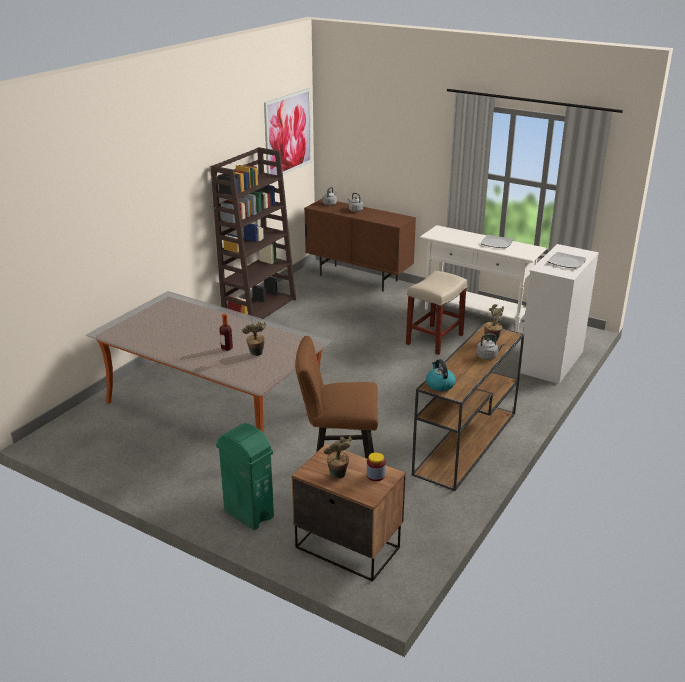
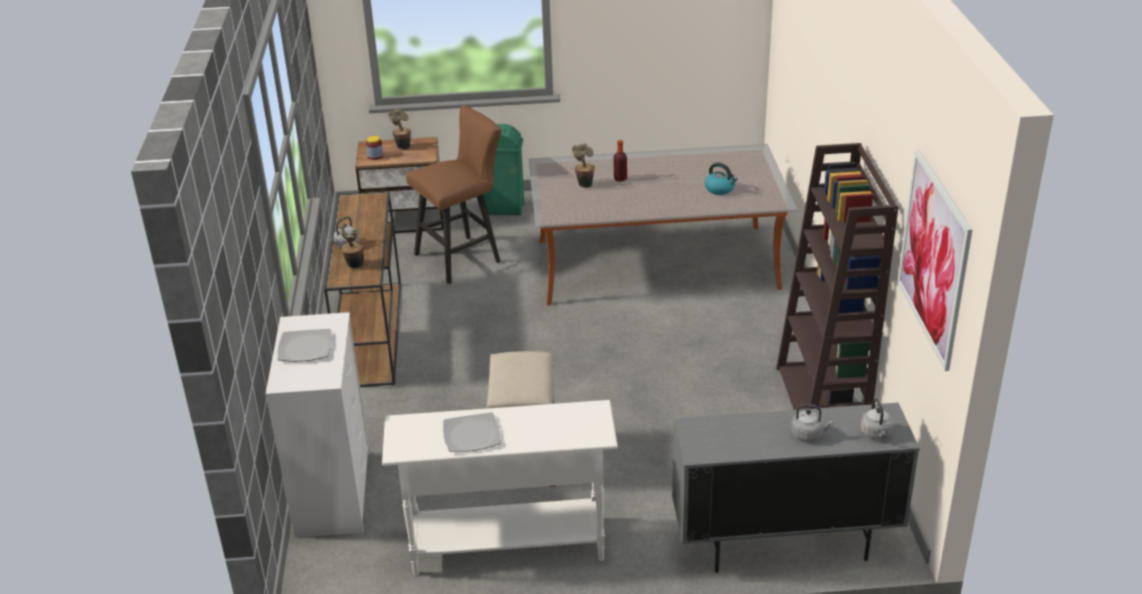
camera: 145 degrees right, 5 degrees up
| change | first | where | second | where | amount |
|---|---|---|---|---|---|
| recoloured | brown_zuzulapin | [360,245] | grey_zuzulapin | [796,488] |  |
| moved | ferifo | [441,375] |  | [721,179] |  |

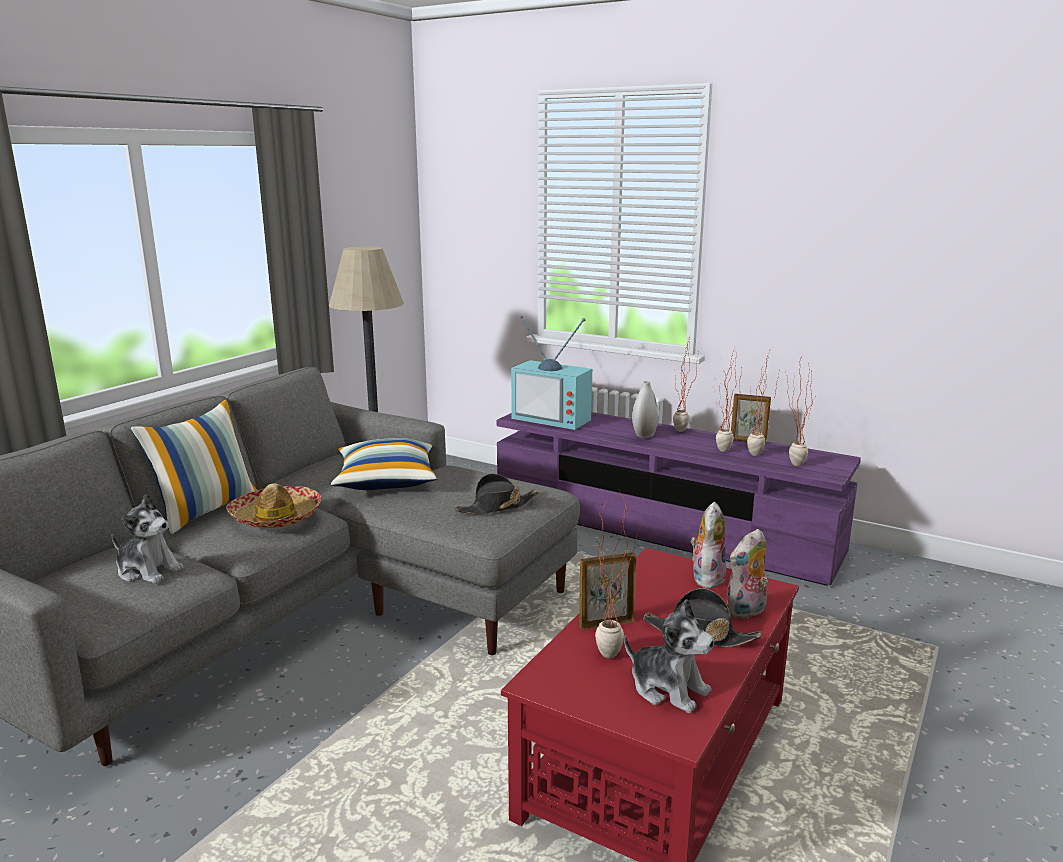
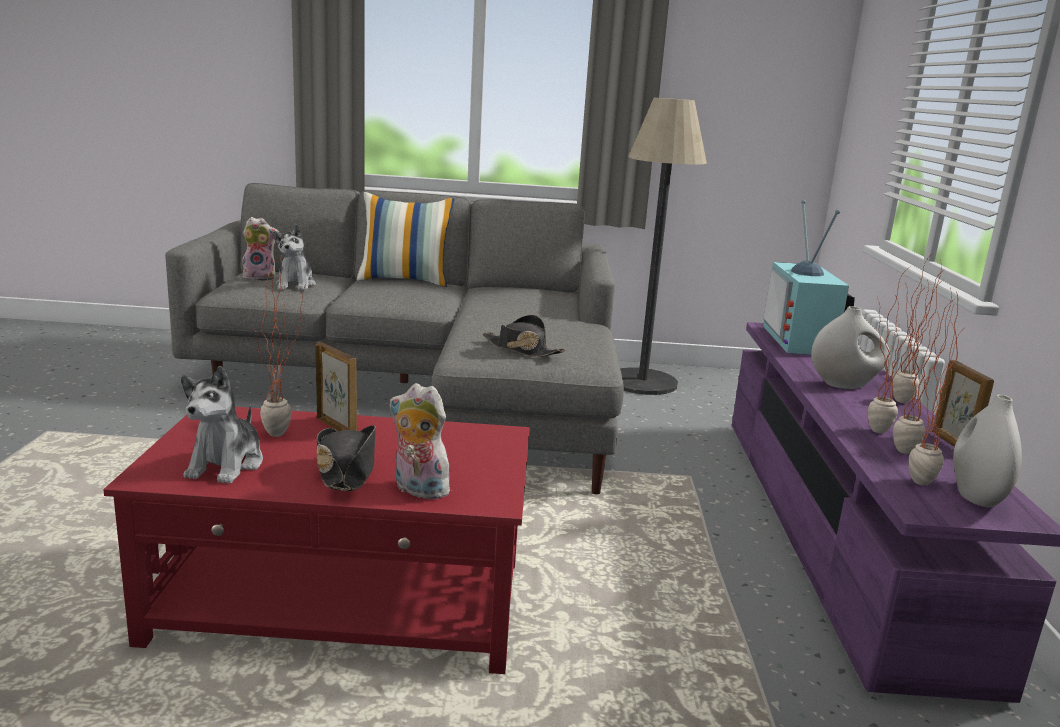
camera: 60 degrees right, 0 degrees up
| change | first | where | second | where | amount |
|---|---|---|---|---|---|
| moved | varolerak | [708,545] |  | [260,249] |  |
| added |  |  | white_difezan | [987,450] |  |
| removed | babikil | [274,505] |  |  |  |
| removed | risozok | [383,464] |  |  |  |

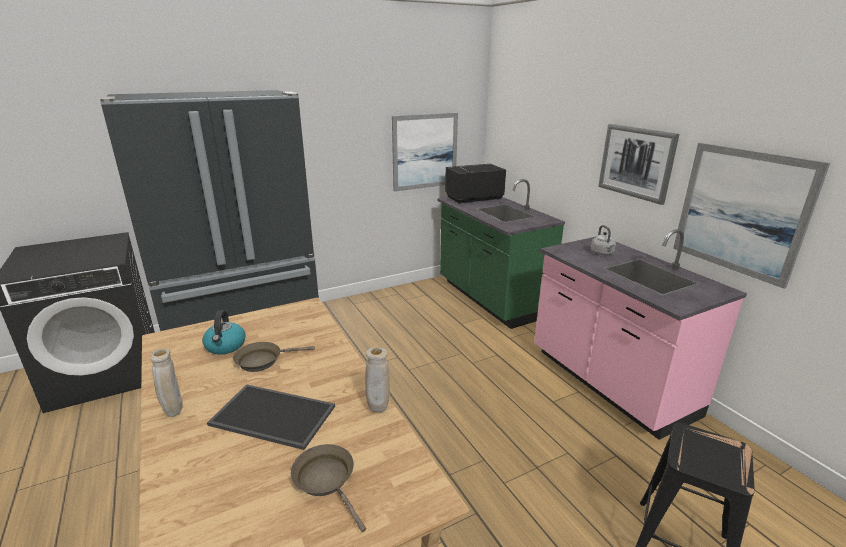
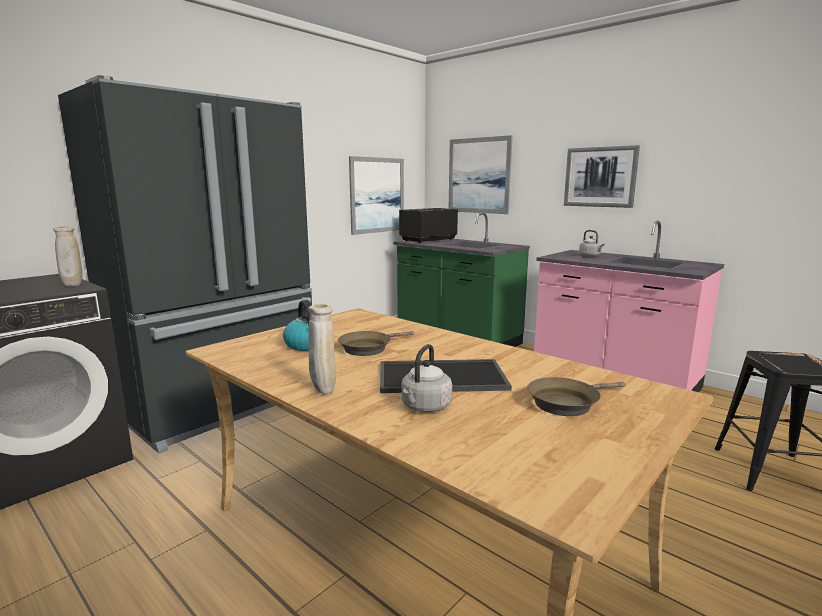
camera: 20 degrees left, 10 degrees down
| change | first | where | second | where | amount |
|---|---|---|---|---|---|
| moved | beige_difezan | [377,380] |  | [68,257] |  |
| added |  |  | grey_ferifo | [427,378] |  |
| moved | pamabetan | [751,216] |  | [481,174] |  |
| turned | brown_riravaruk | [328,488] |  | [576,396] | 60 degrees counterclockwise |

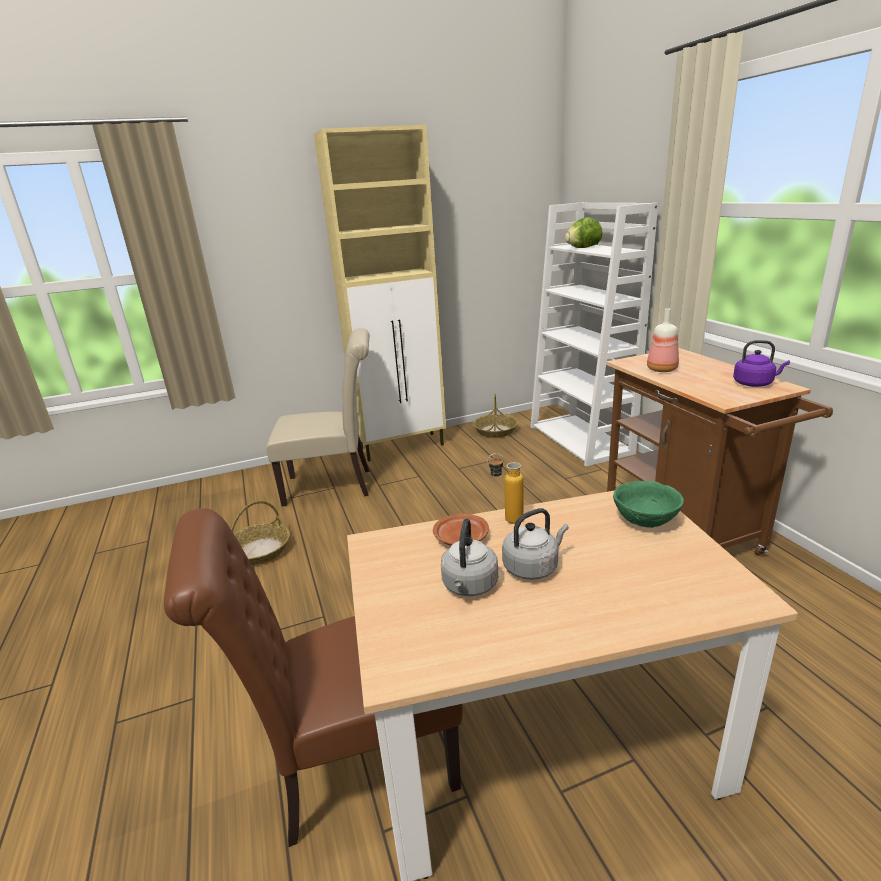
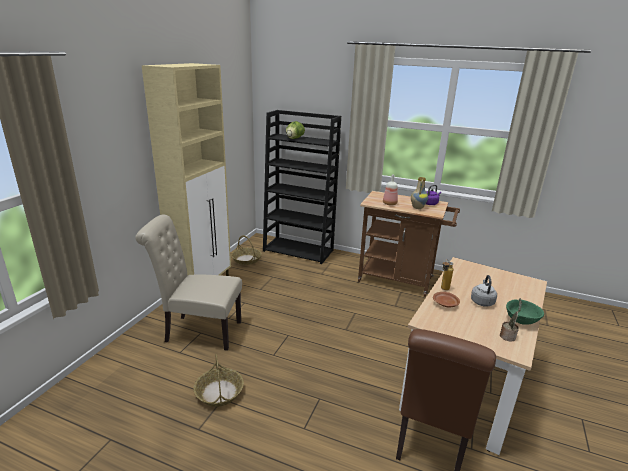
camera: 50 degrees left, 0 degrees up
| change | first | where | second | where | amount |
|---|---|---|---|---|---|
| turned | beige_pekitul | [318,417] |  | [188,283] | 120 degrees counterclockwise |
| recoloured | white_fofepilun | [594,334] | black_fofepilun | [302,187] |  |
| added |  |  | difezan | [419,193] |  |
| added |  |  | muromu | [511,320] |  |
| moved | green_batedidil | [648,504] |  | [525,312] |  |
| removed | grey_ferifo | [469,557] |  |  |  |

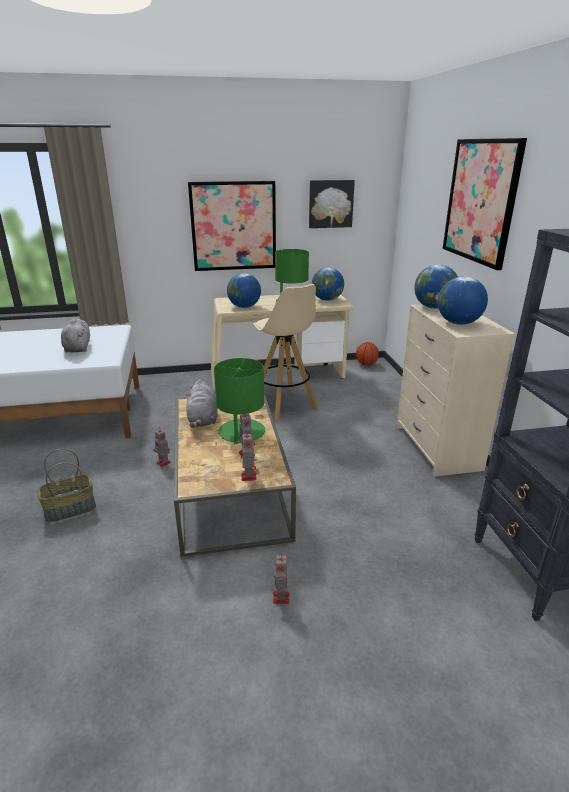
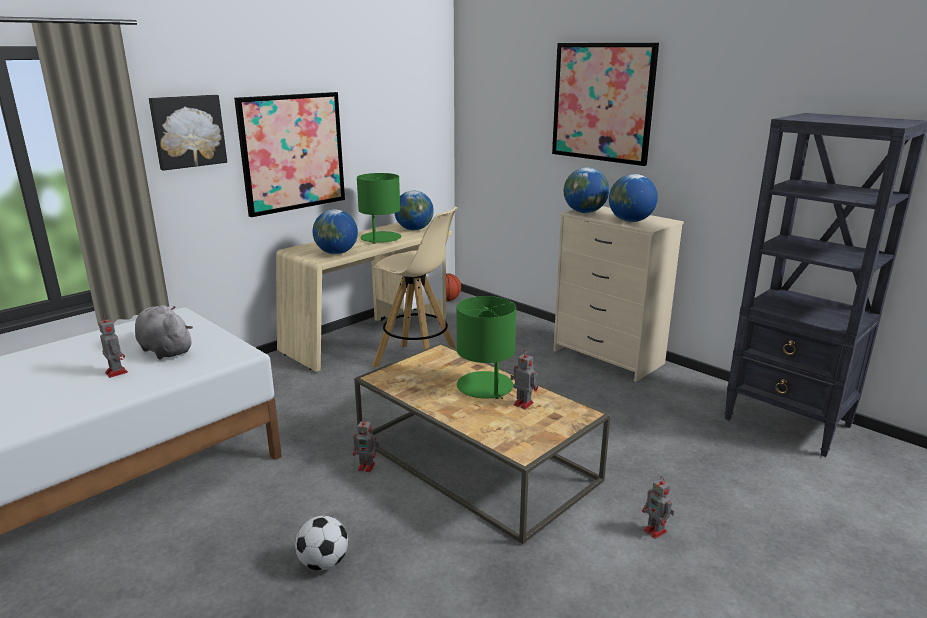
camera: 35 degrees left, 5 degrees down
| change | first | where | second | where | amount |
|---|---|---|---|---|---|
| moved | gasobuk | [249,457] |  | [113,346] |  |
| moved | pamabetan | [332,204] |  | [188,133] |  |
| replaced | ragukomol | [66,485] | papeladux | [321,543] |  |
| removed | grey_varolerak | [201,403] |  |  |  |

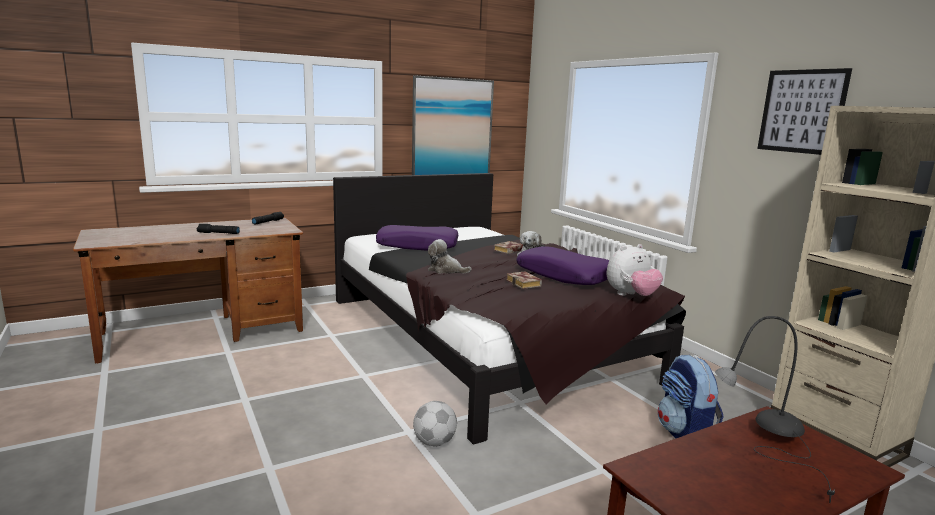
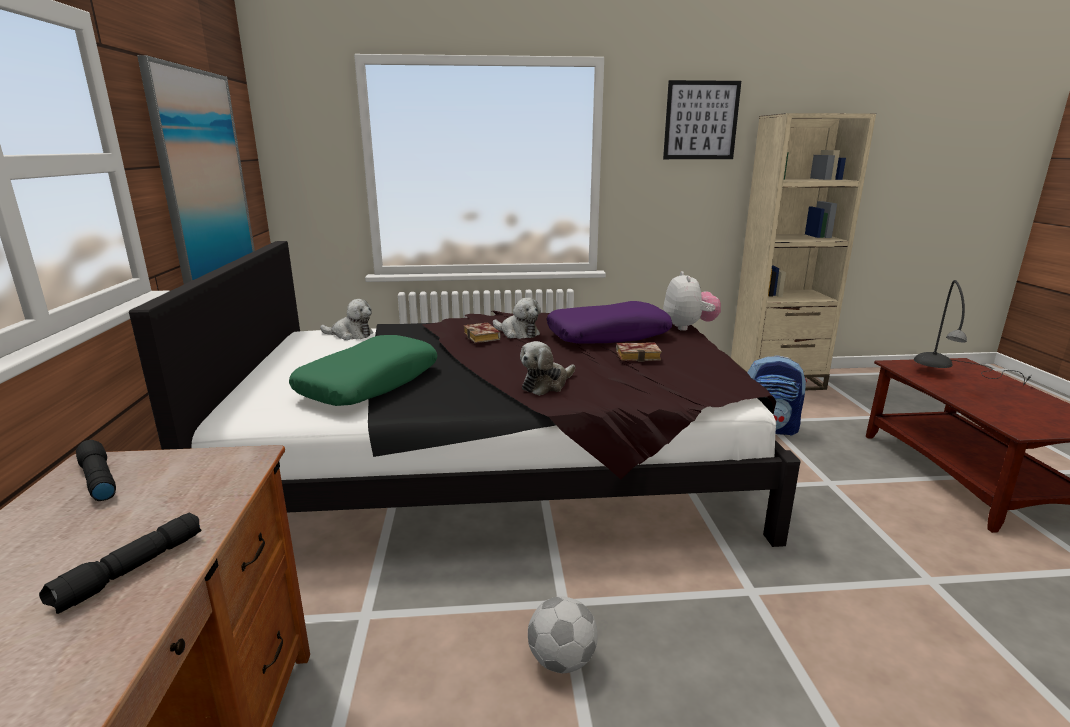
camera: 65 degrees left, 5 degrees up
| change | first | where | second | where | amount |
|---|---|---|---|---|---|
| recoloured | purple_risozok | [417,238] | green_risozok | [363,370] |  |
| added |  |  | varolerak | [346,319] |  |
| moved | papeladux | [435,424] |  | [562,634] |  |

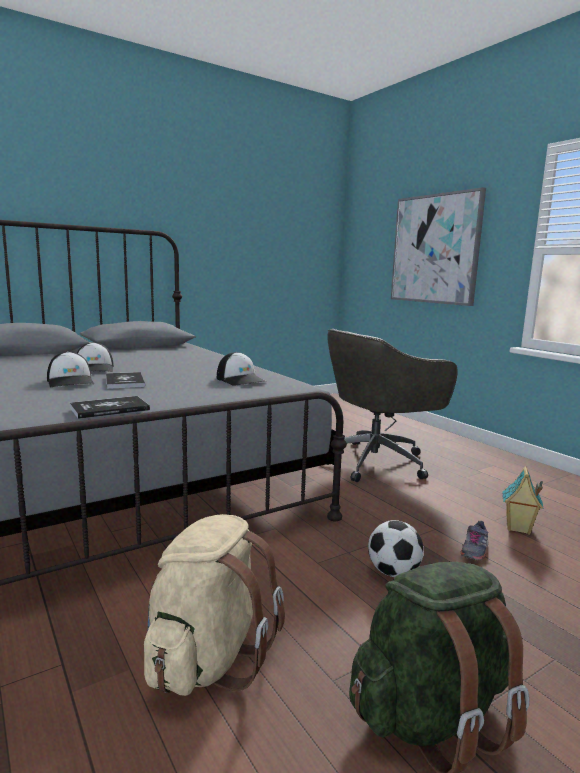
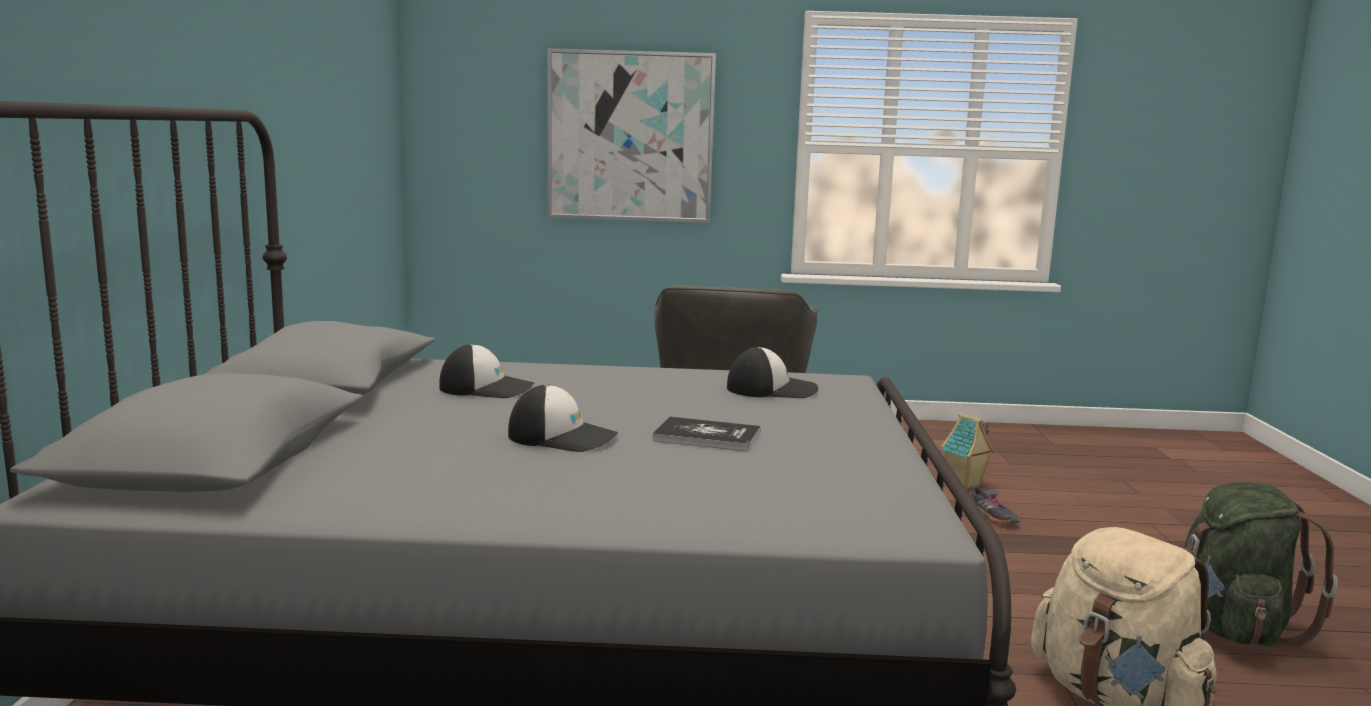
camera: 55 degrees left, 0 degrees up
| change | first | where | second | where | amount |
|---|---|---|---|---|---|
| moved | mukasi | [70,369] |  | [486,371] |  |
| removed | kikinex | [110,407] |  |  |  |
| removed | papeladux | [396,548] |  |  |  |

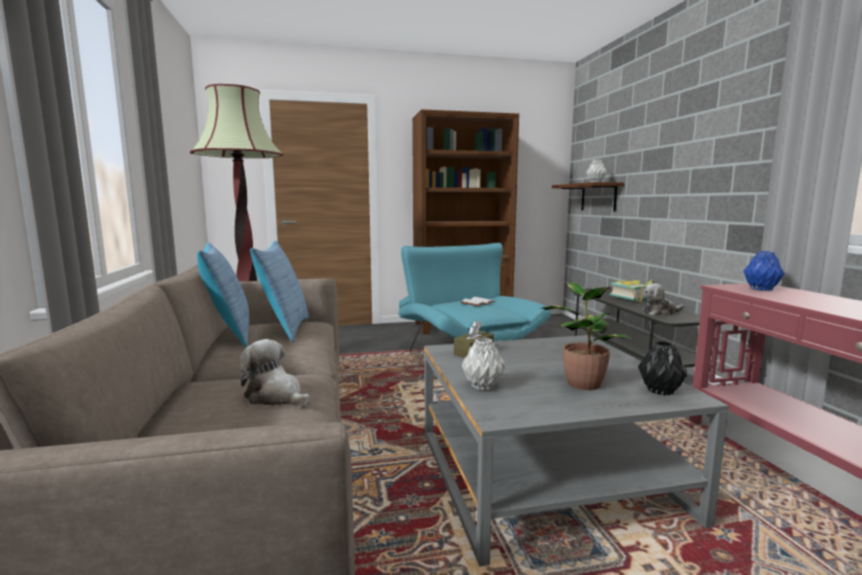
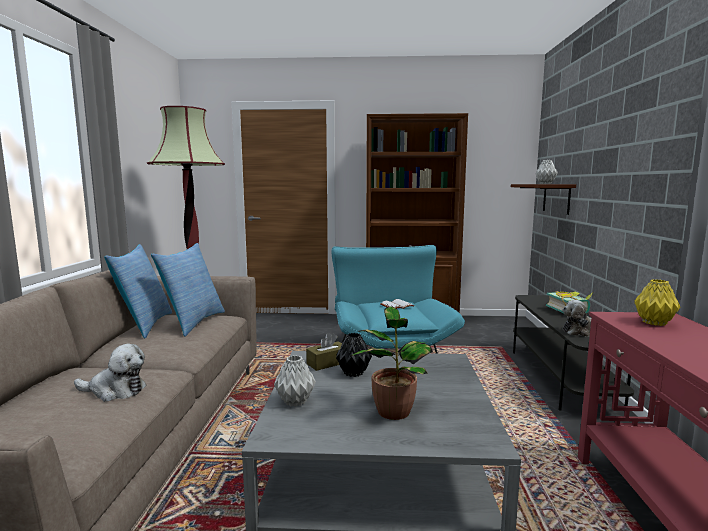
camera: 15 degrees right, 0 degrees up
| change | first | where | second | where | amount |
|---|---|---|---|---|---|
| turned | varolerak | [275,372] |  | [110,373] | 135 degrees clockwise |
| moved | black_difezan | [662,368] |  | [354,355] |  |
| recoloured | blue_difezan | [763,271] | yellow_difezan | [657,302] |  |

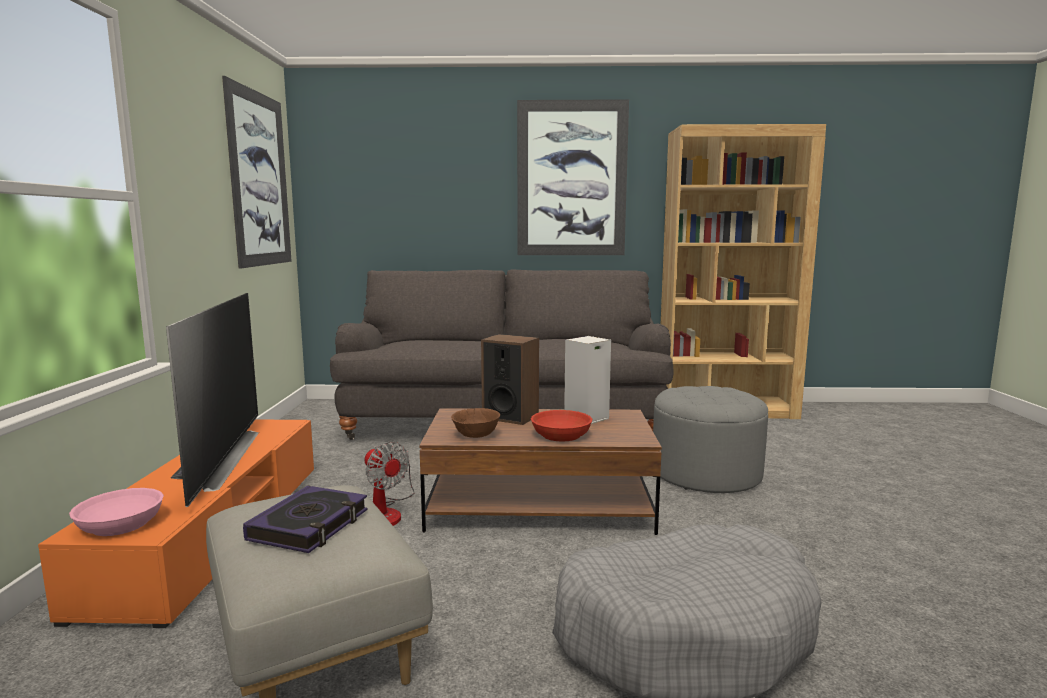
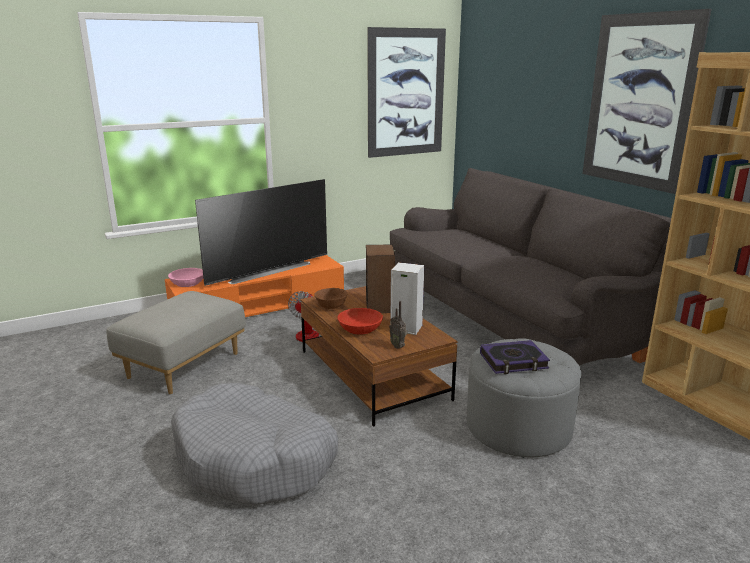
camera: 60 degrees right, 10 degrees up
| change | first | where | second | where | amount |
|---|---|---|---|---|---|
| added |  |  | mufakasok | [398,325] |  |
| moved | kikinex | [305,519] |  | [515,357] |  |

